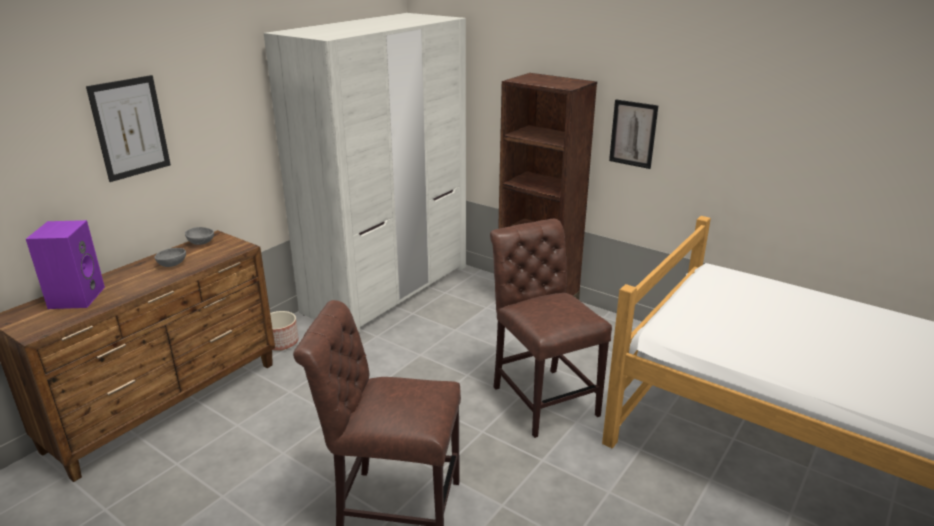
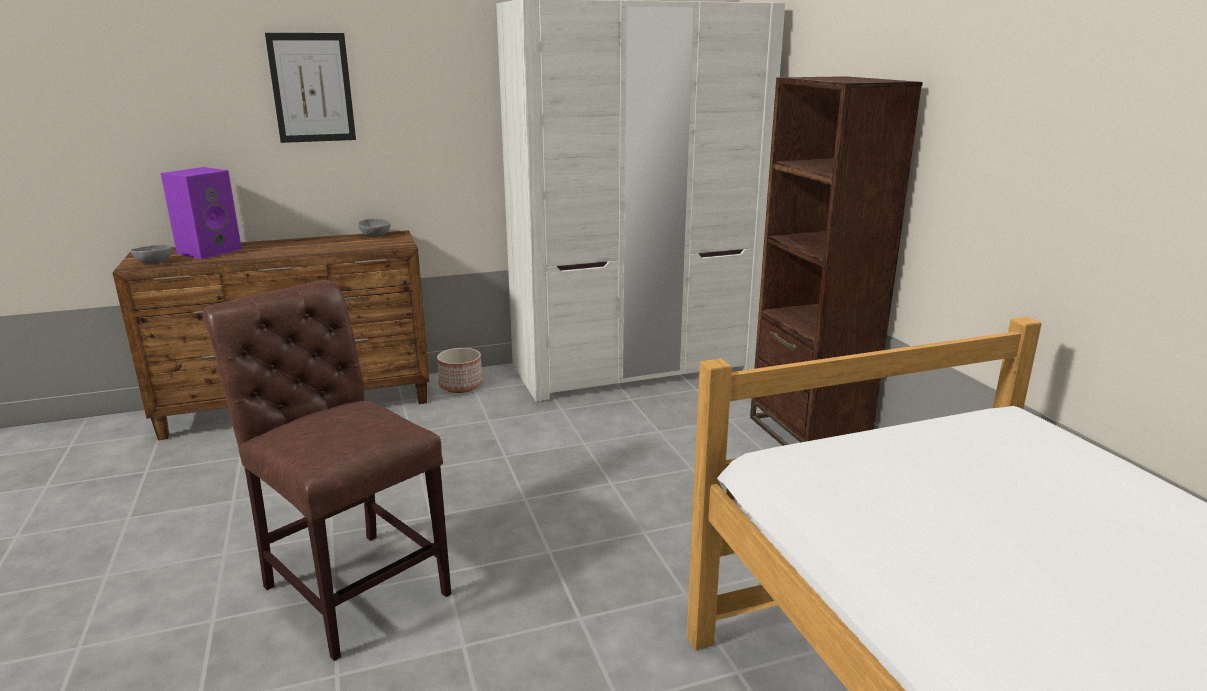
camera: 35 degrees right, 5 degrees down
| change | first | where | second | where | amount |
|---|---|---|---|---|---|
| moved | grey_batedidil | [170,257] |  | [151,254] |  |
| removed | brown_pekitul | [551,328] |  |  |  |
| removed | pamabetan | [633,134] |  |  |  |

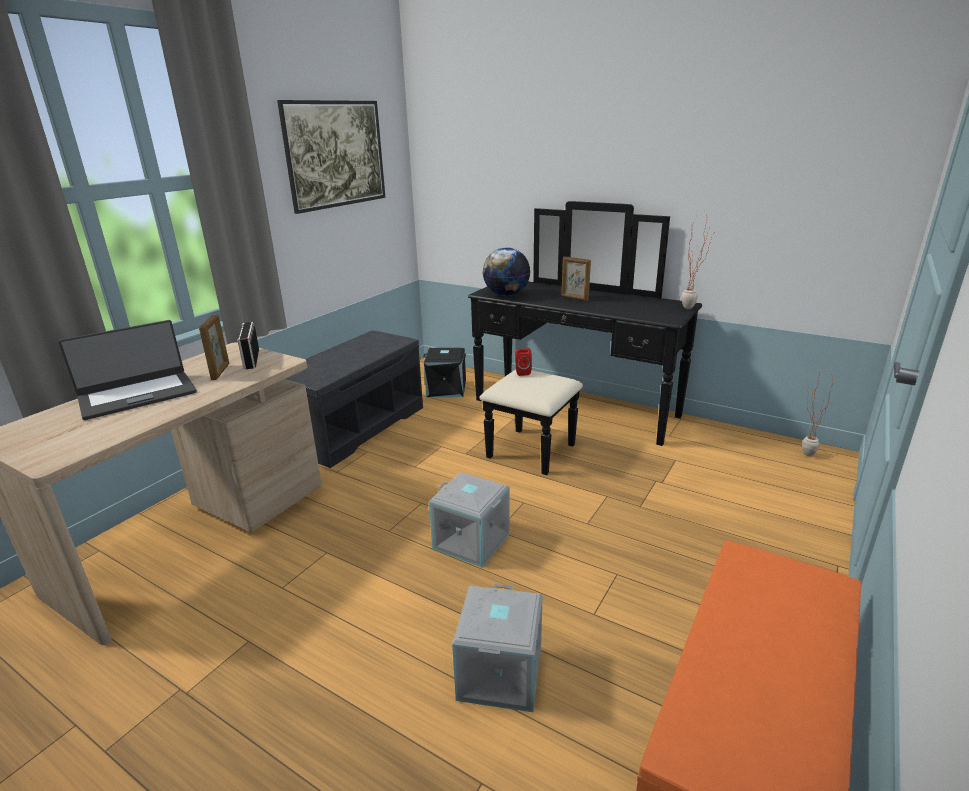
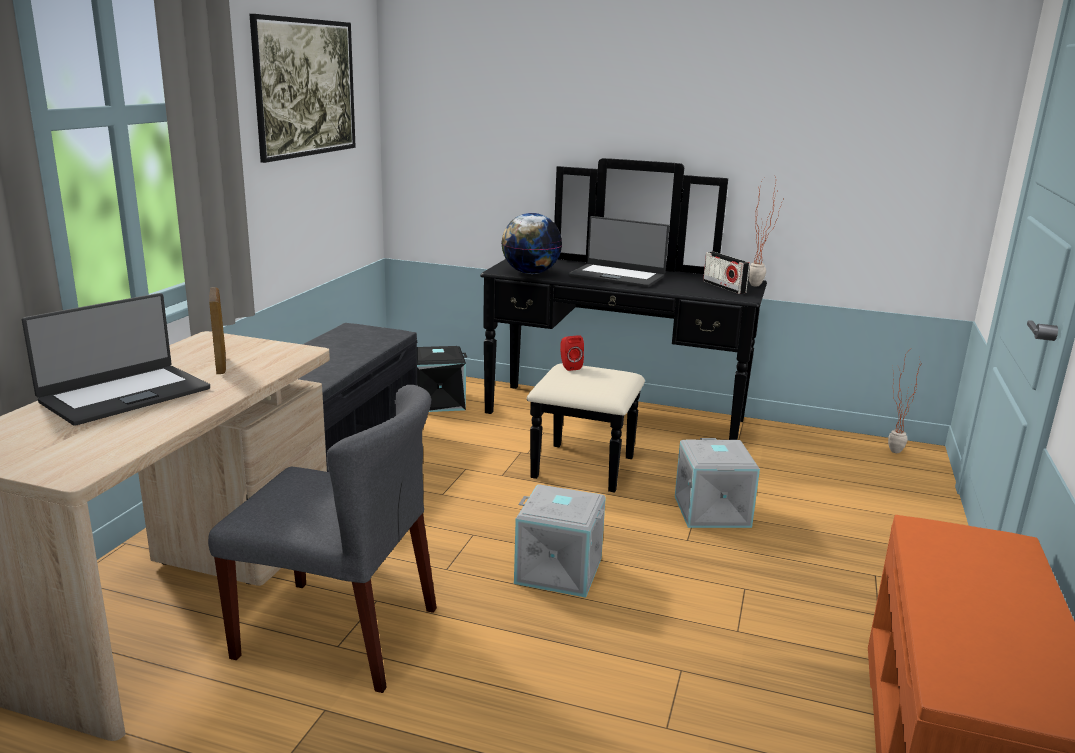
camera: 15 degrees left, 5 degrees down
| change | first | where | second | where | amount |
|---|---|---|---|---|---|
| added |  |  | grey_pekitul | [322,539] |  |
| replaced | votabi | [576,278] | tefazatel | [618,252] |  |
| moved | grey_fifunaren | [497,648] |  | [717,483] |  |
| moved | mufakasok | [248,345] |  | [726,273] |  |

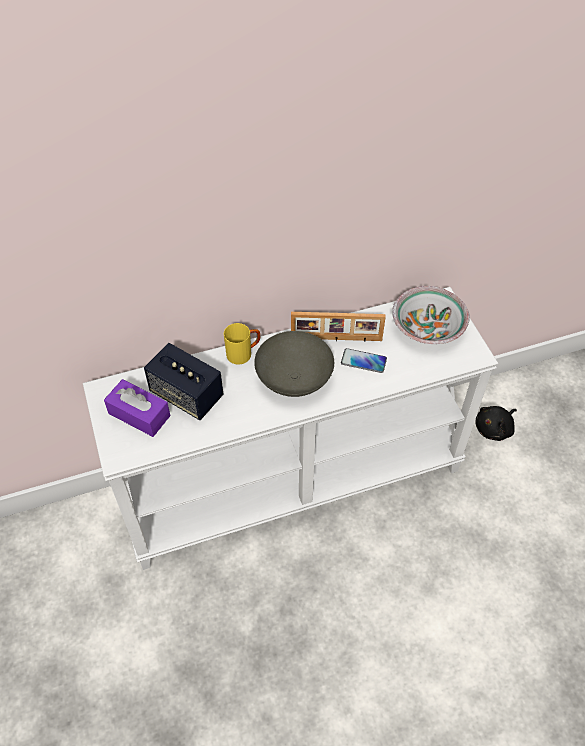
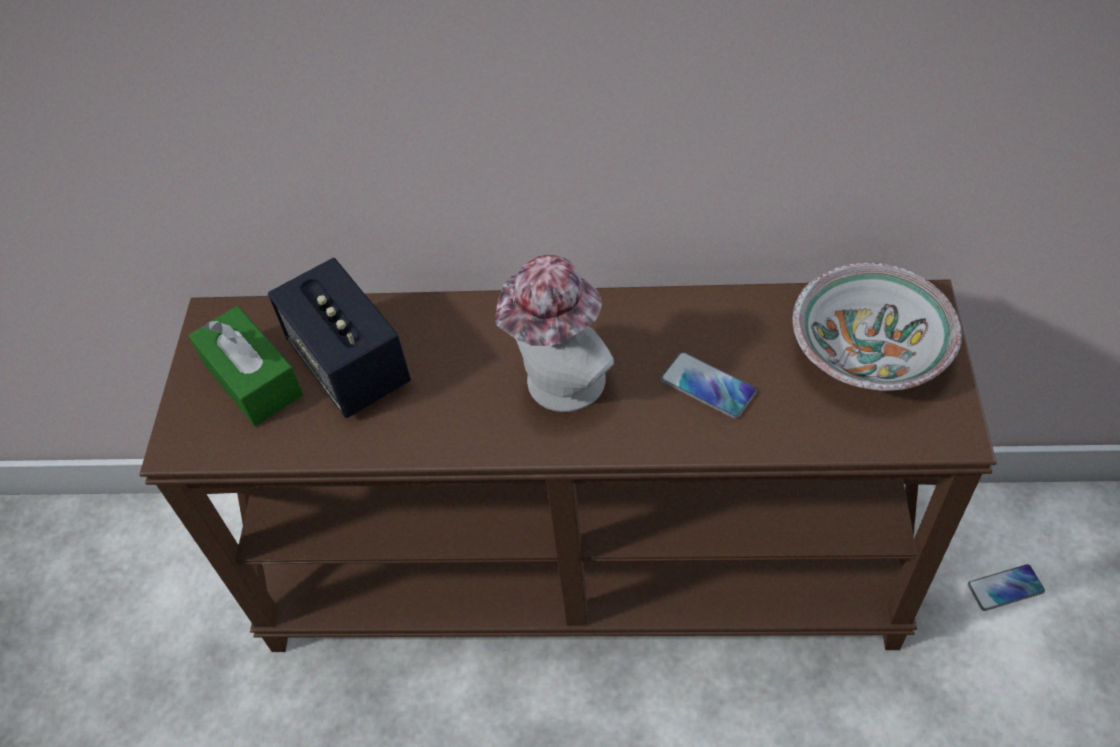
camera: 25 degrees right, 0 degrees up
| change | first | where | second | where | amount |
|---|---|---|---|---|---|
| recoloured | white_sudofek | [290,428] | brown_sudofek | [568,465] |  |
| recoloured | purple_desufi | [137,408] | green_desufi | [245,366] |  |
| replaced | grey_batedidil | [294,364] | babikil | [554,333] |  |
| replaced | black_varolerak | [496,423] | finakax | [1006,587] |  |
| removed | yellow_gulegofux | [242,344] |  |  |  |
| removed | votabi | [338,326] |  |  |  |

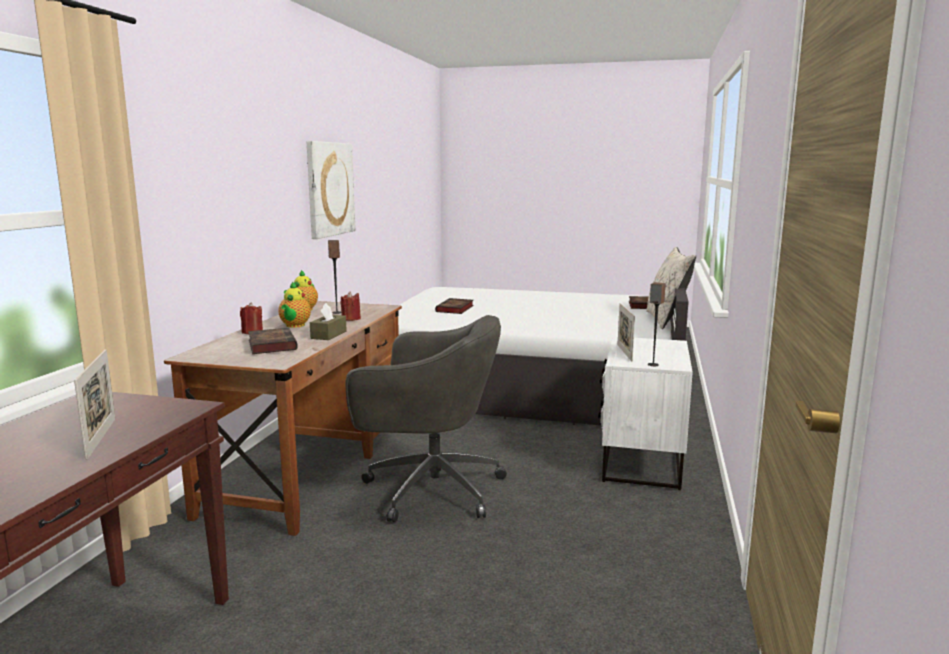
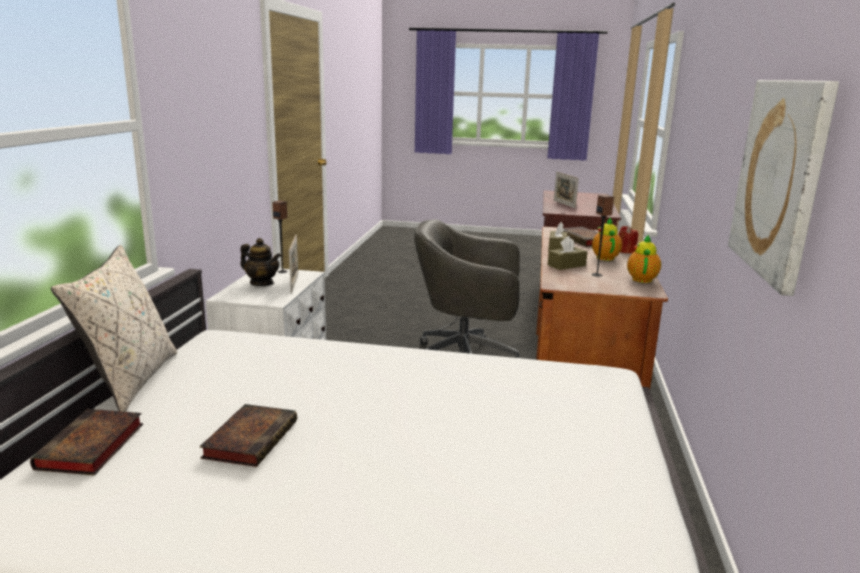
camera: 175 degrees right, 5 degrees up
| change | first | where | second | where | amount |
|---|---|---|---|---|---|
| moved | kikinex | [454,306] |  | [248,435] |  |
| added |  |  | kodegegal | [260,262] |  |
| replaced | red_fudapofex | [350,306] | brown_desufi | [568,253] |  |

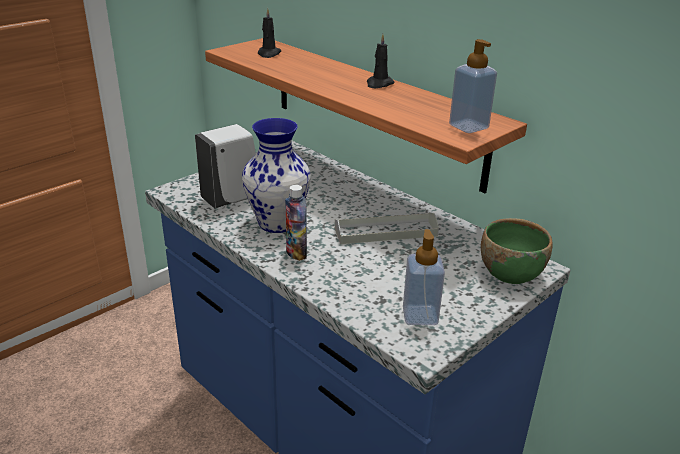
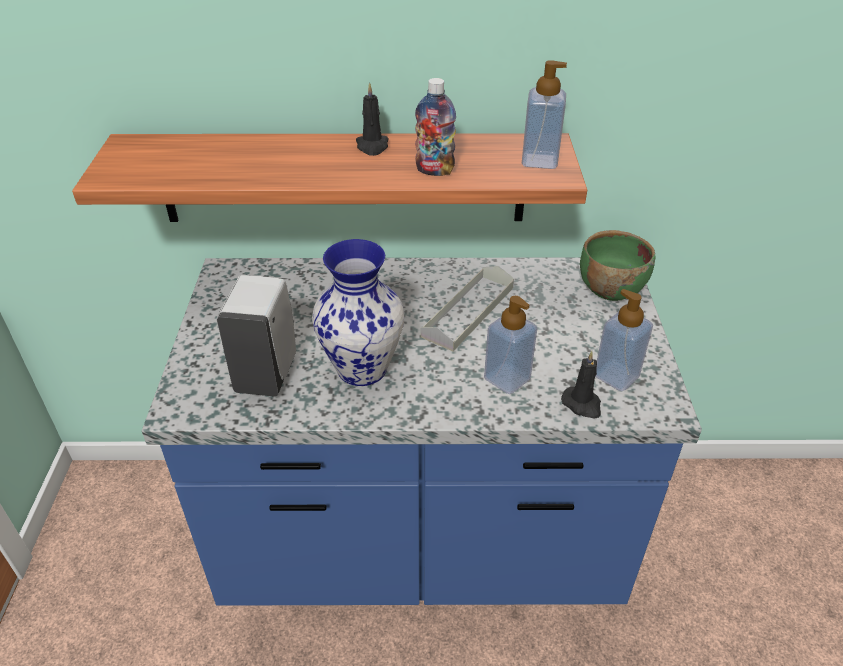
camera: 45 degrees left, 10 degrees up
| change | first | where | second | where | amount |
|---|---|---|---|---|---|
| moved | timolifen | [296,223] |  | [435,127] |  |
| added |  |  | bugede | [510,345] |  |
| moved | black_fudapofex | [269,33] |  | [581,385] |  |

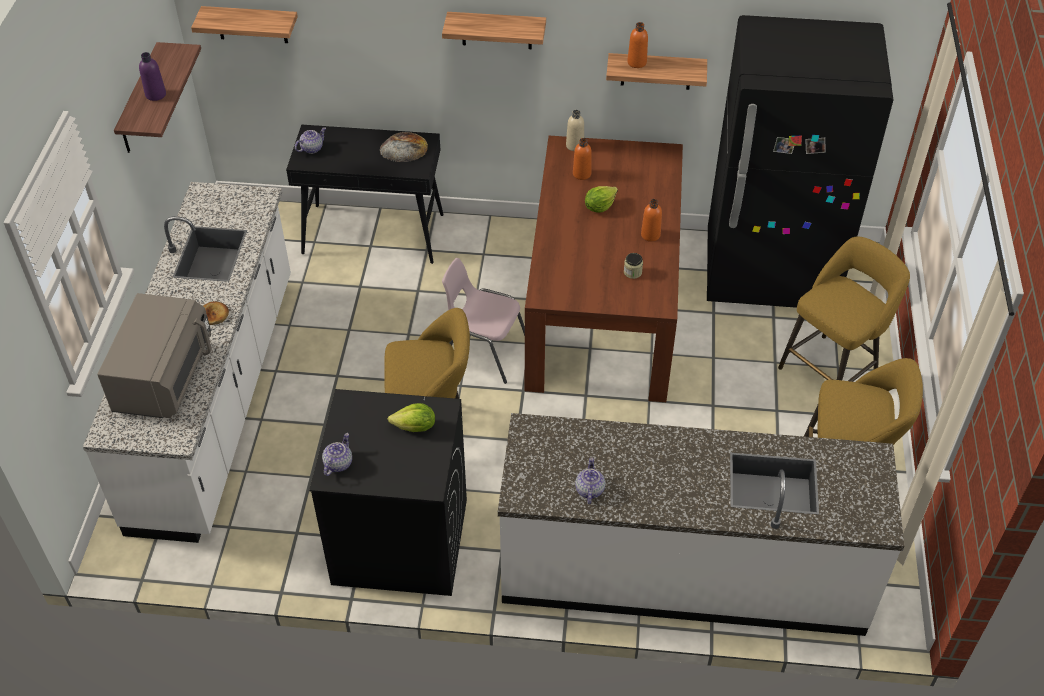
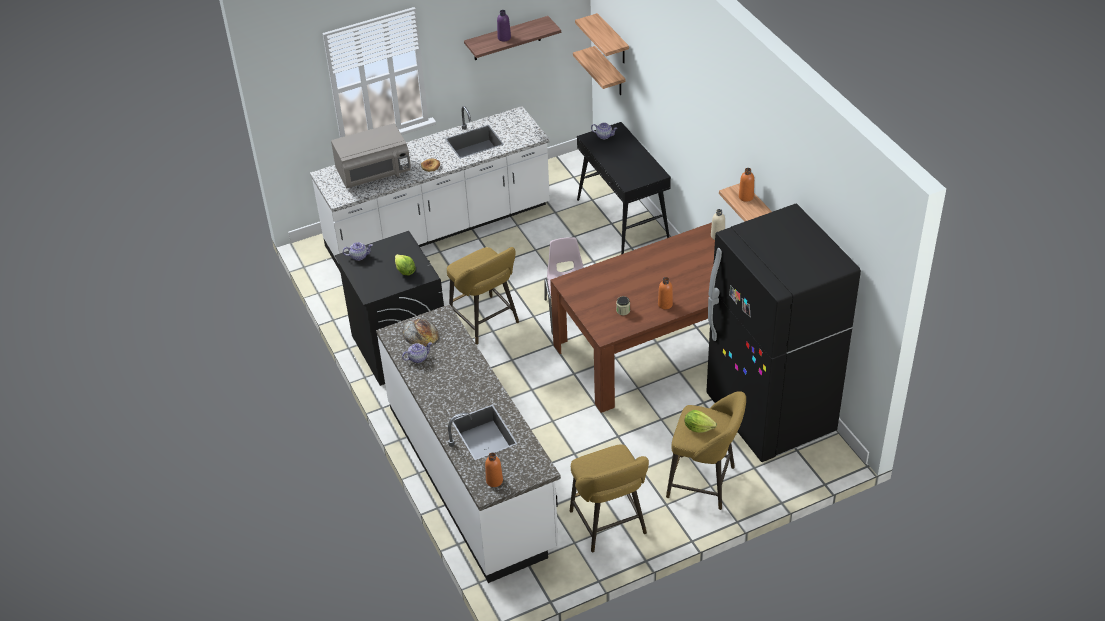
camera: 60 degrees right, 5 degrees down
| change | first | where | second | where | amount |
|---|---|---|---|---|---|
| moved | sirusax | [404,147] |  | [420,332] |  |
| moved | orange_timolifen | [582,159] |  | [494,470] |  |
| moved | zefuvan | [494,30] |  | [599,70] |  |
| moved | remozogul | [601,199] |  | [701,421] |  |

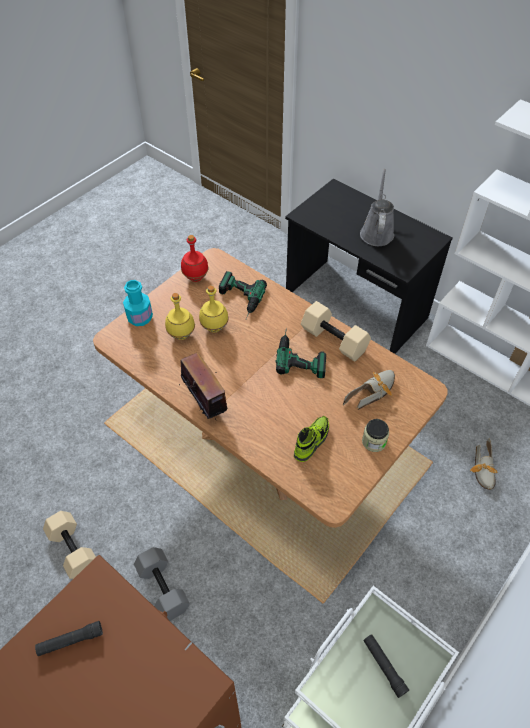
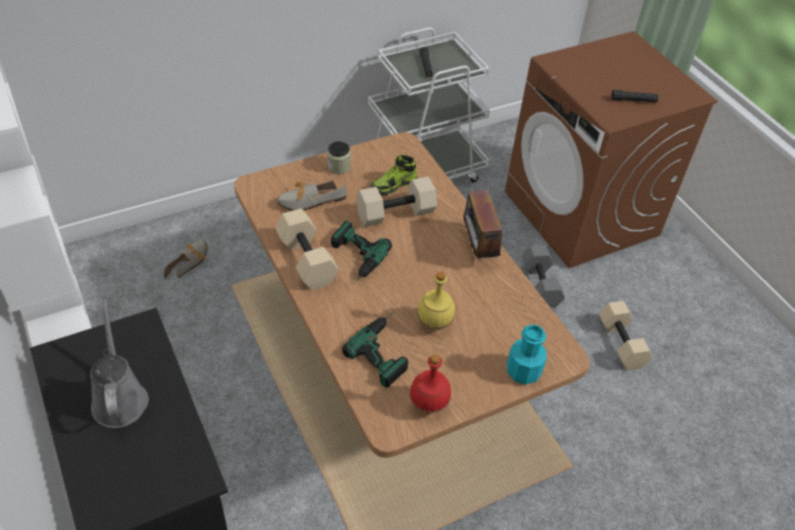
camera: 160 degrees left, 5 degrees down
| change | first | where | second | where | amount |
|---|---|---|---|---|---|
| turned | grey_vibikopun | [377,207] |  | [119,363] | 135 degrees clockwise |
| added |  |  | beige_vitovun | [396,201] |  |
| removed | yellow_timolifen | [180,316] |  |  |  |

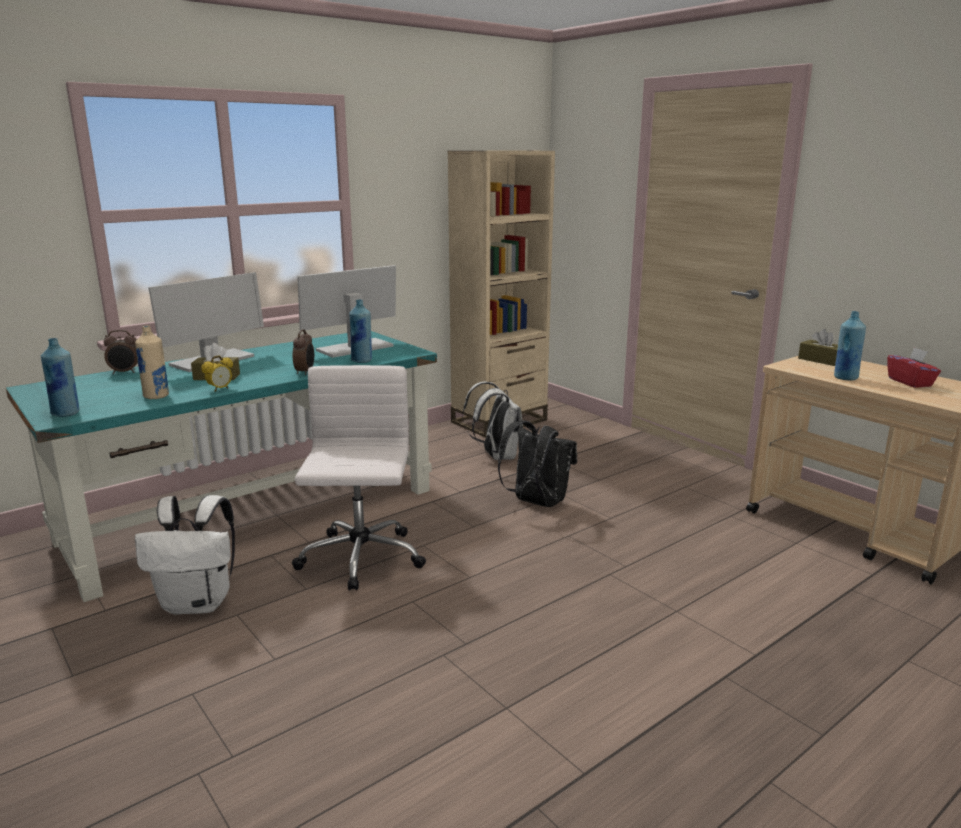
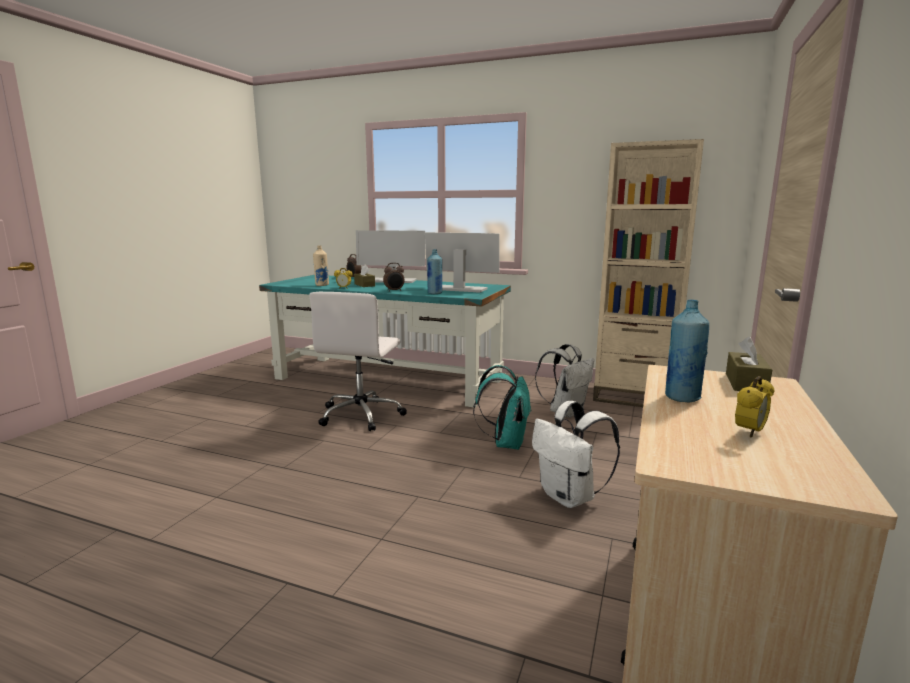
camera: 60 degrees right, 5 degrees down
| change | first | where | second | where | amount |
|---|---|---|---|---|---|
| turned | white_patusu | [359,477] |  | [358,361] | 135 degrees clockwise |
| recoloured | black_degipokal | [537,463] | turquoise_degipokal | [502,407] |  |
| moved | white_degipokal | [185,555] |  | [576,454] |  |
| replaced | red_desufi | [914,367] | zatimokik | [754,407] |  |
| removed | blue_timolifen | [60,377] |  |  |  |

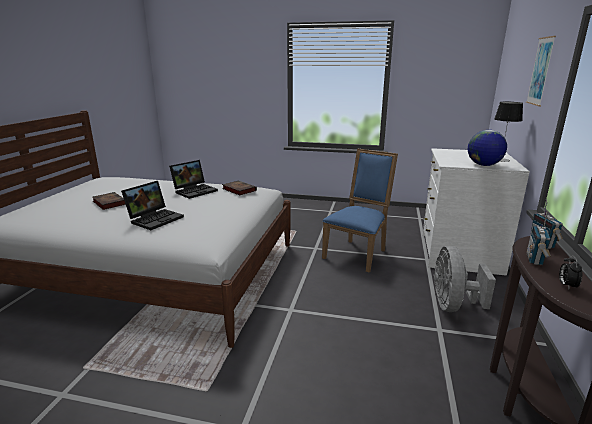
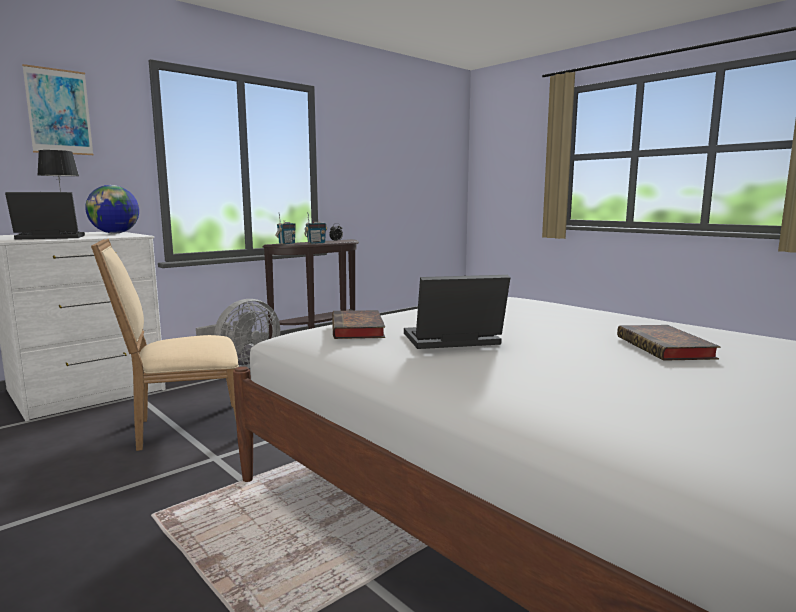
camera: 145 degrees left, 10 degrees down
| change | first | where | second | where | amount |
|---|---|---|---|---|---|
| moved | tefazatel | [152,205] |  | [45,216] |  |
| recoloured | blue_pekitul | [360,210] | beige_pekitul | [165,345] |  |

